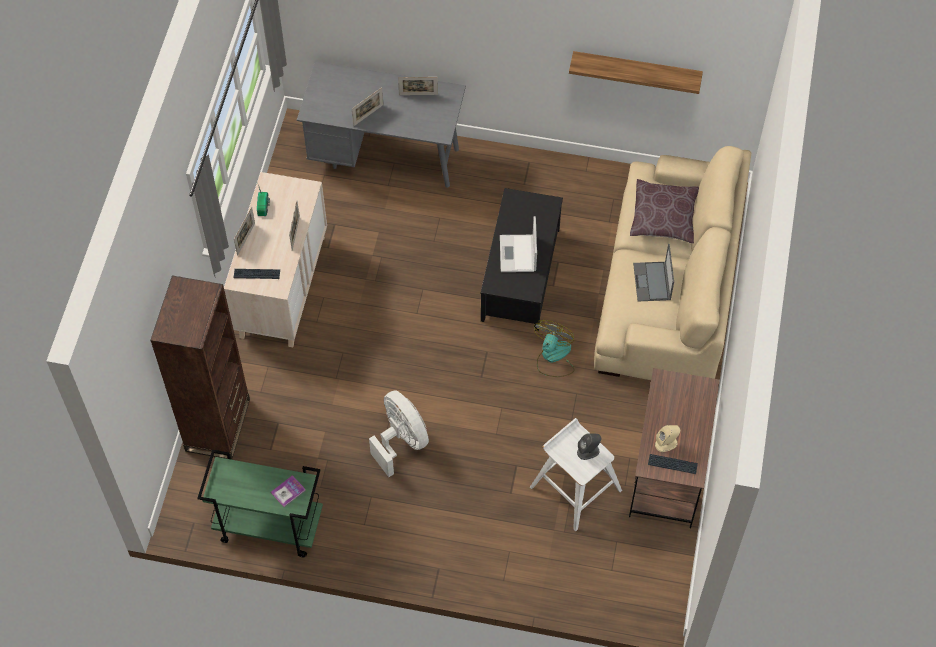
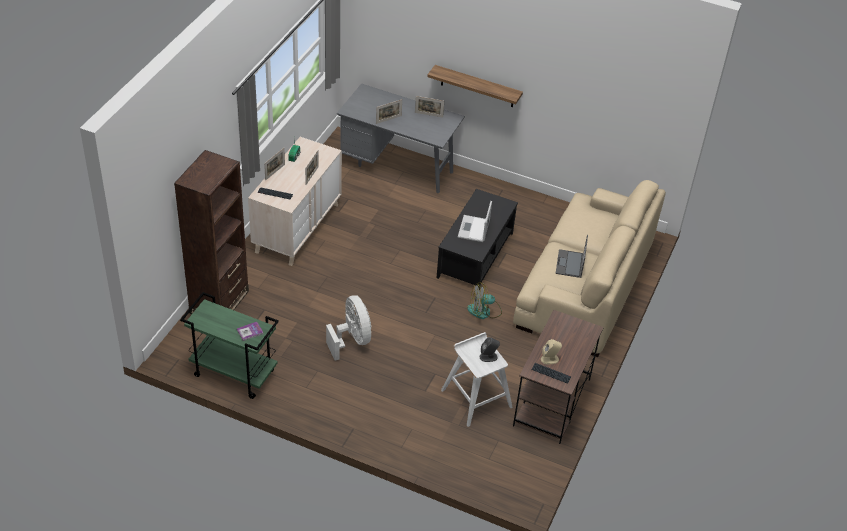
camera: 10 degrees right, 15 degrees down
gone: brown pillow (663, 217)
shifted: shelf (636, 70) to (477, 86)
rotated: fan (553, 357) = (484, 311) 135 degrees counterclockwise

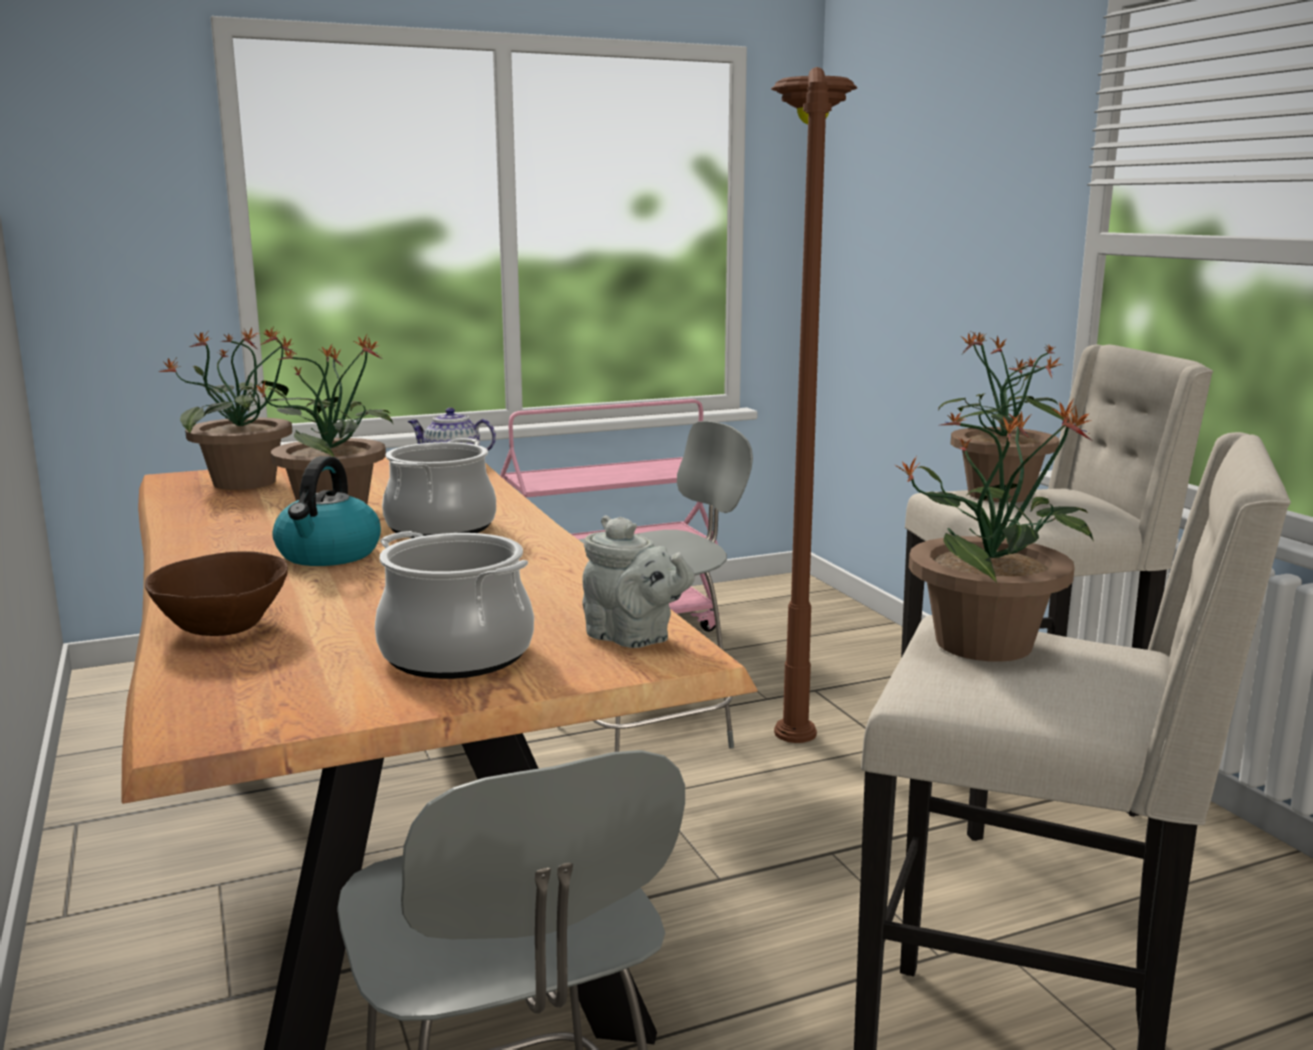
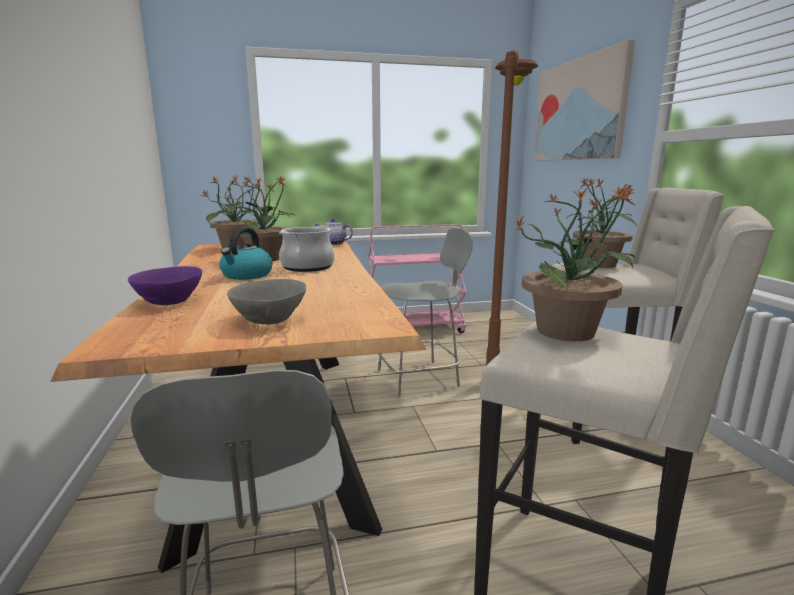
camera: 10 degrees right, 0 degrees up
gone: grey teapot (633, 638)
new: picture (579, 110)
swapped: cooking pot (456, 655) to grey bowl (268, 320)
repainted: brown bowl (221, 627) to purple bowl (169, 301)

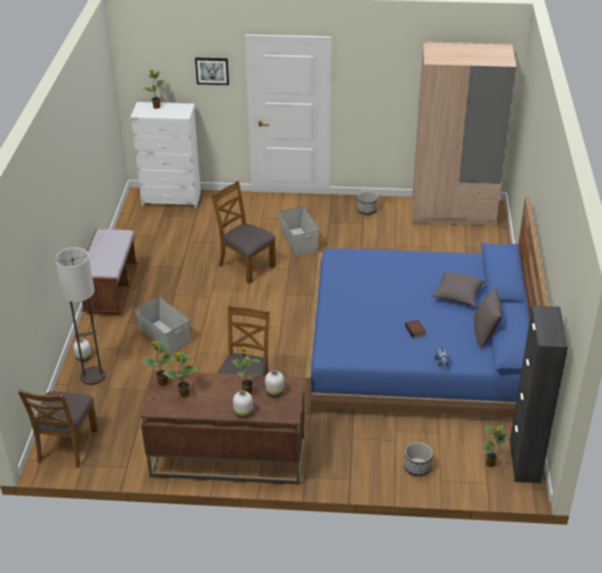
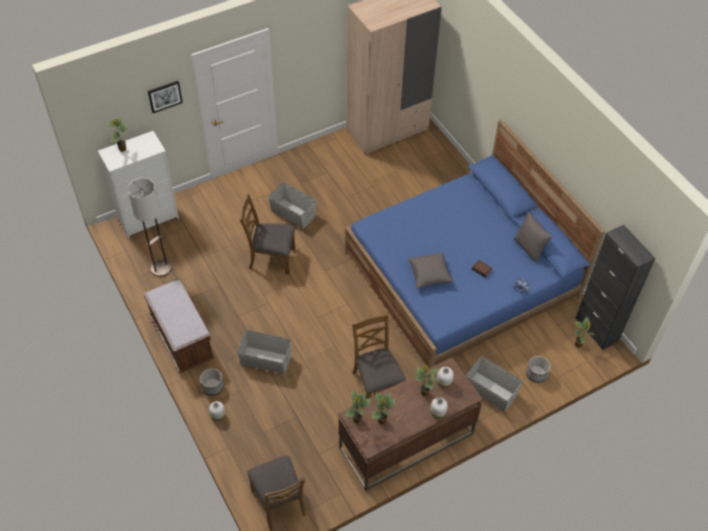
camera: 35 degrees left, 15 degrees up
new: grey storage box (490, 391)
shifted: floor lamp (93, 376) to (161, 268); planter (366, 210) to (212, 387); grey pillow (458, 296) to (430, 275)

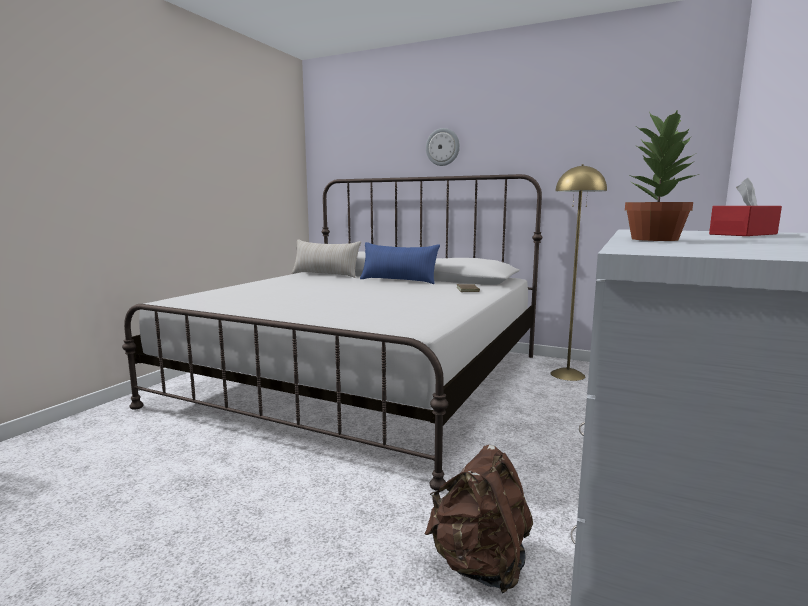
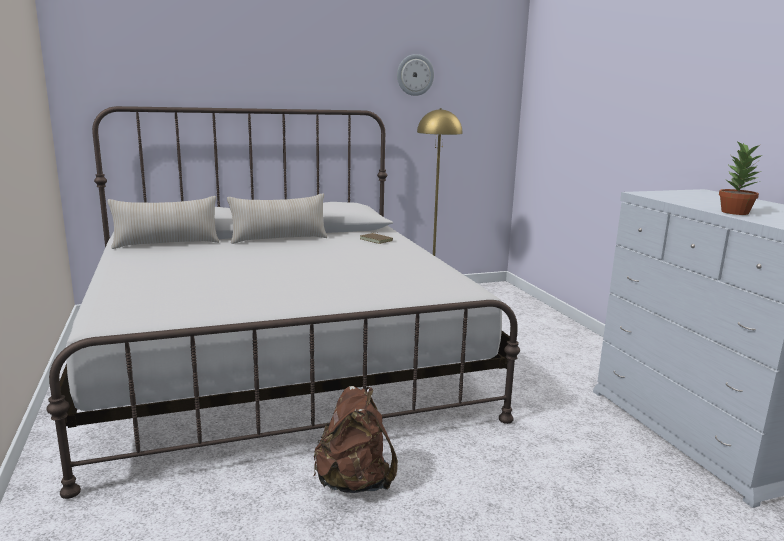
camera: 45 degrees left, 5 degrees up
gone: red tissue box (743, 234)
shifted: brown backpack (480, 564) to (354, 482); wall clock (442, 147) to (415, 75)
repainted: blue pillow (398, 280) to beige pillow (279, 239)

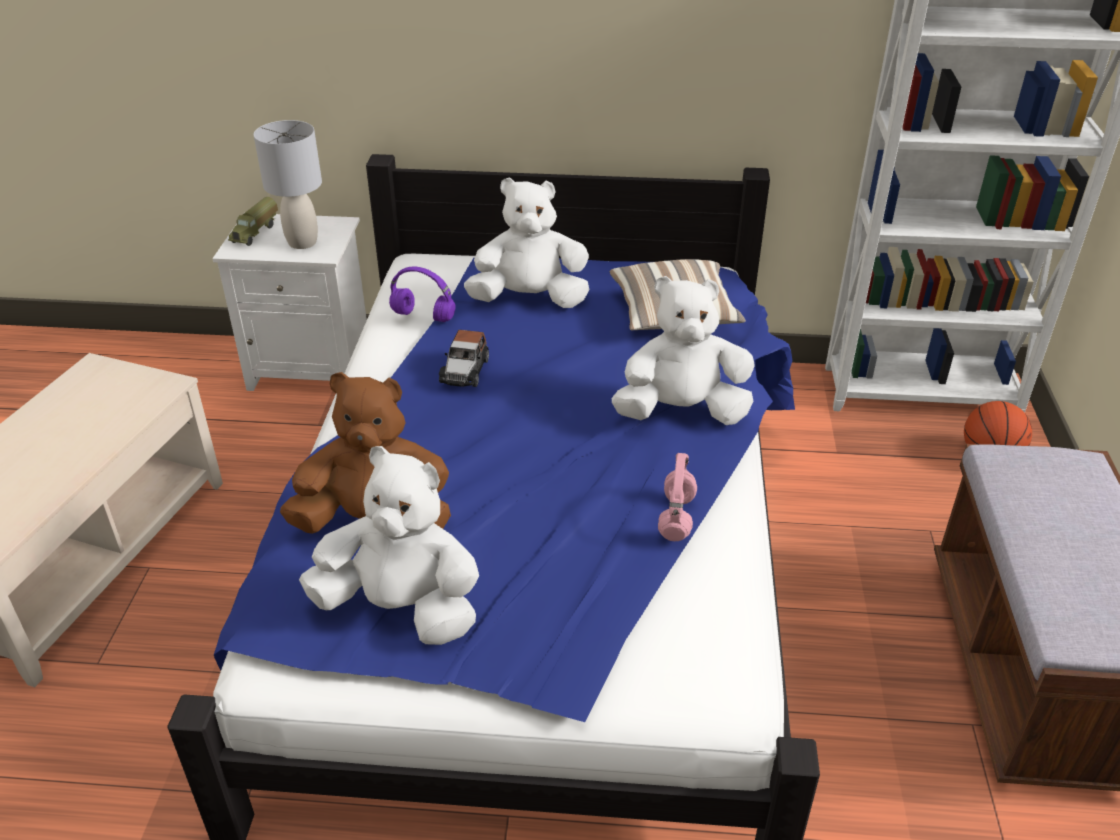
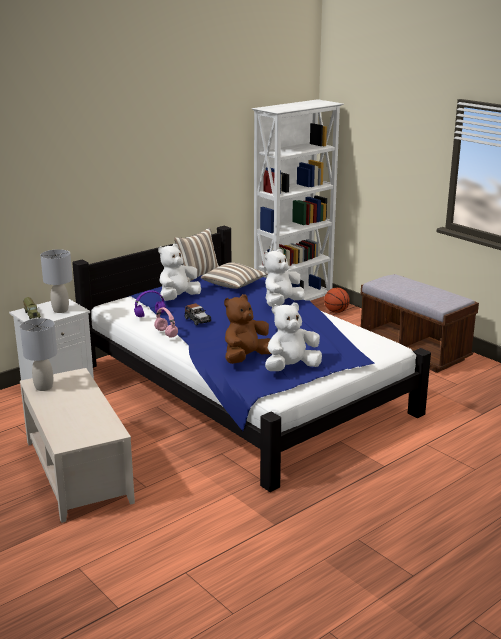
camera: 45 degrees left, 15 degrees down
new: grey table lamp (43, 387); pillow (198, 275)
shifted: pink headphones (677, 518) to (166, 333)

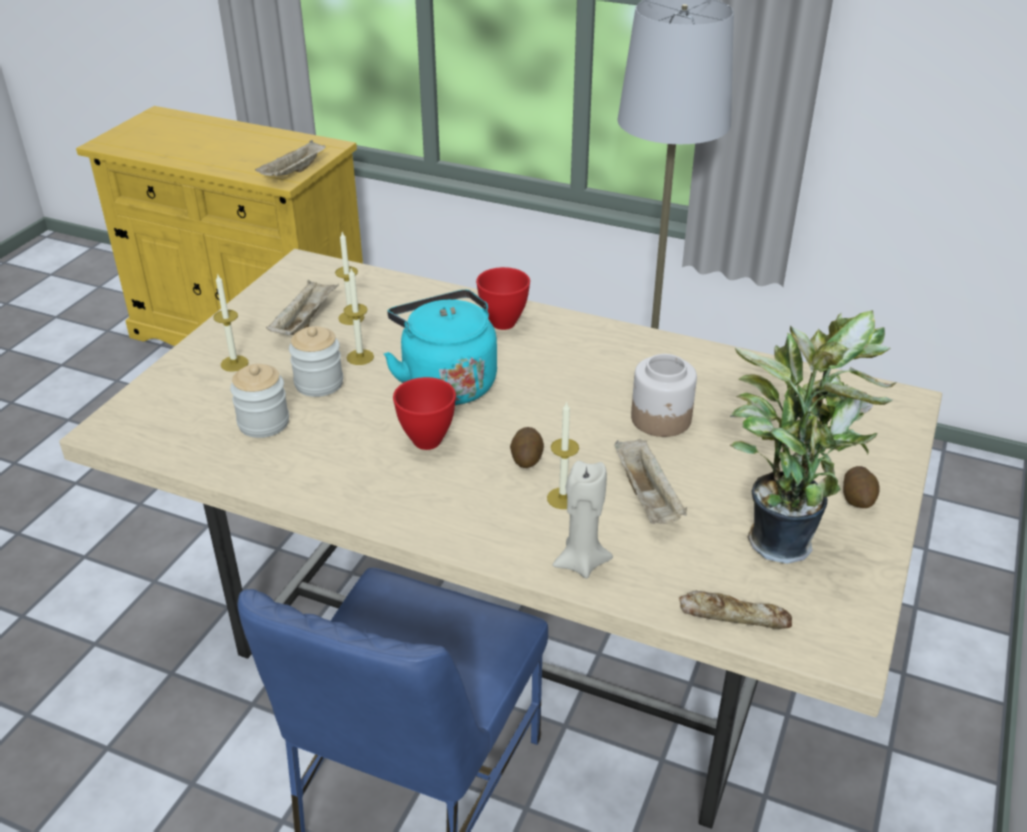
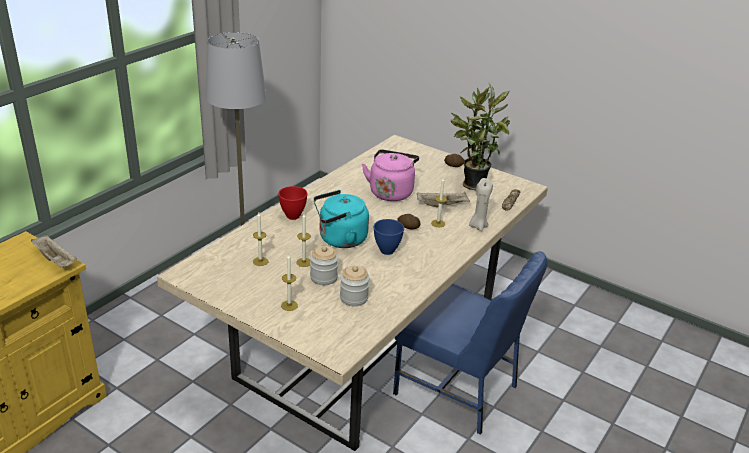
camera: 80 degrees left, 5 degrees down
gone: beige tray (304, 321)
swapped: jar (661, 419) to pink kettle (391, 192)
repainted: red bowl (427, 440) to blue bowl (386, 250)

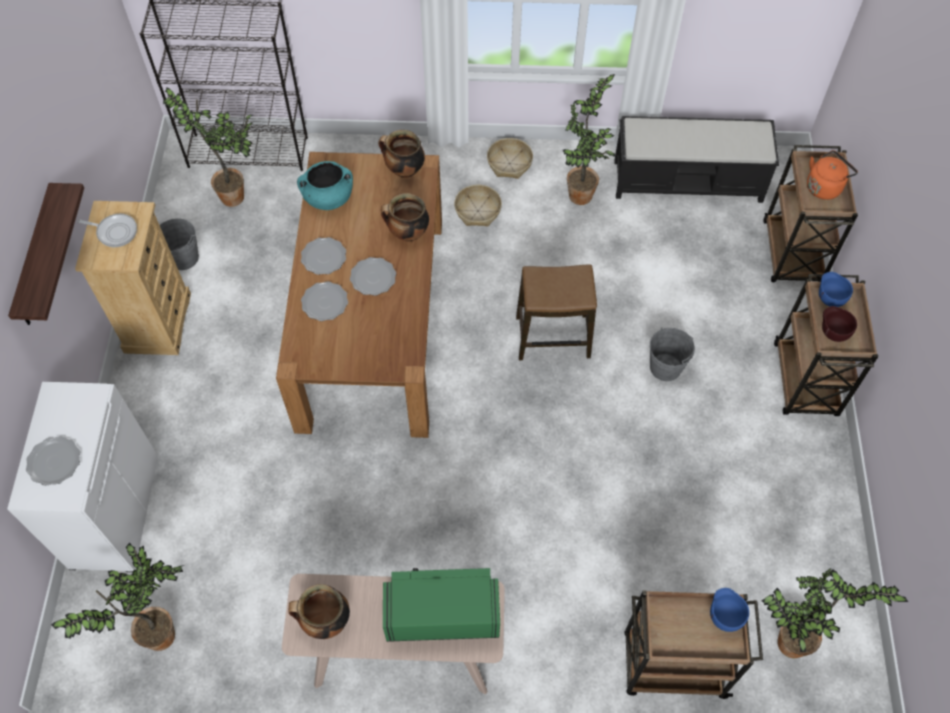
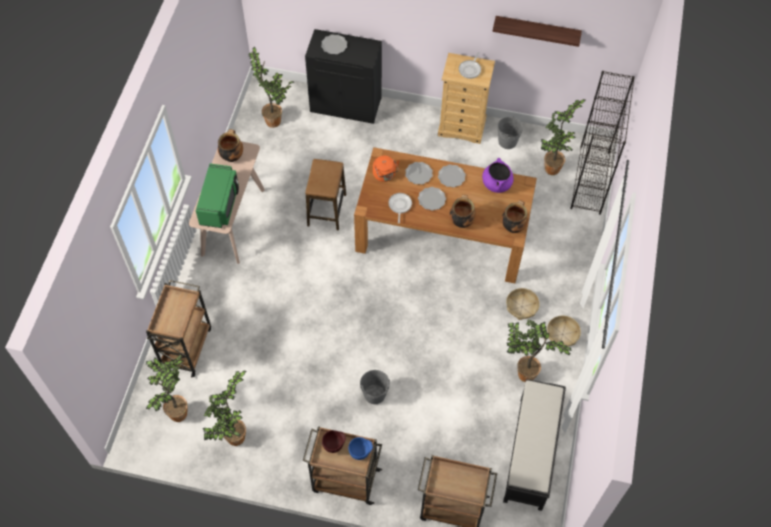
camera: 100 degrees right, 0 degrees up
gone: blue bowl (724, 616)
new: potted plant (235, 440); frying pan (399, 206)
shifted: shelf (36, 258) to (537, 30); stool (552, 337) to (326, 210); orange kettle (824, 186) to (385, 175)
repainted: white cabinet (113, 511) to black cabinet (346, 104); turquoise cooking pot (328, 198) to purple cooking pot (496, 184)

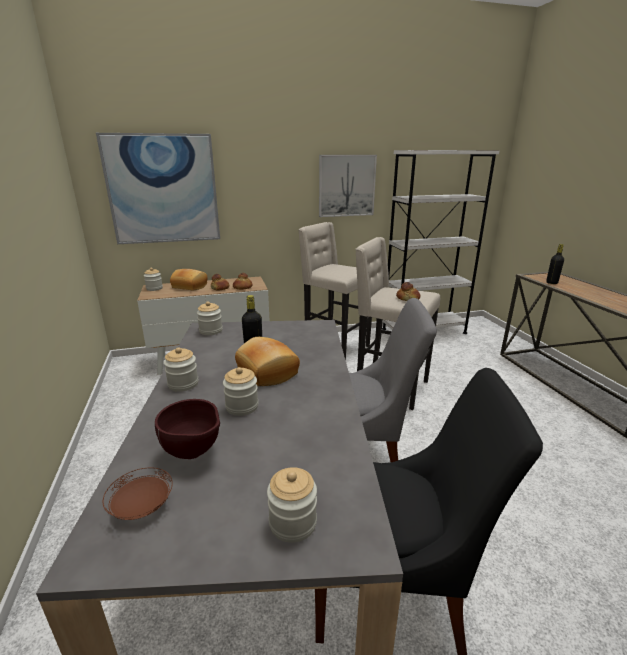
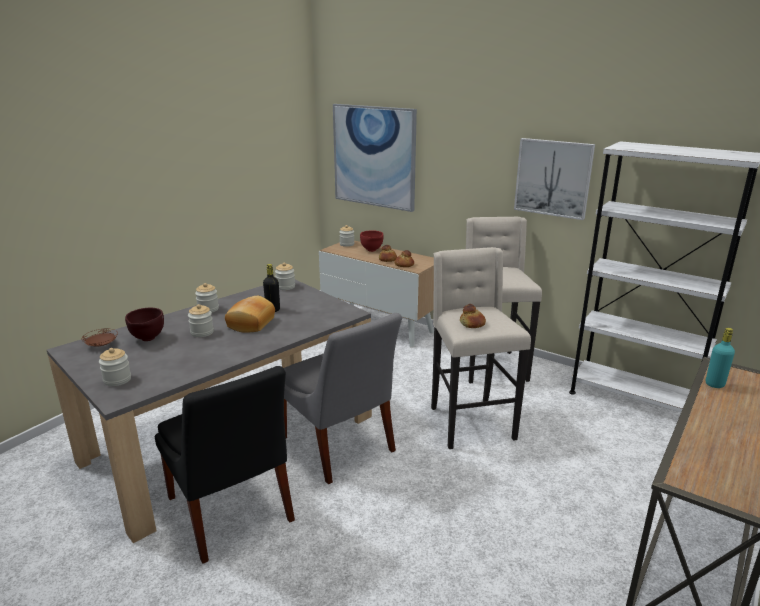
camera: 50 degrees right, 0 degrees up
swapped: bread (190, 286) to red bowl (372, 250)
repainted: black bottle (551, 282) to turquoise bottle (714, 384)

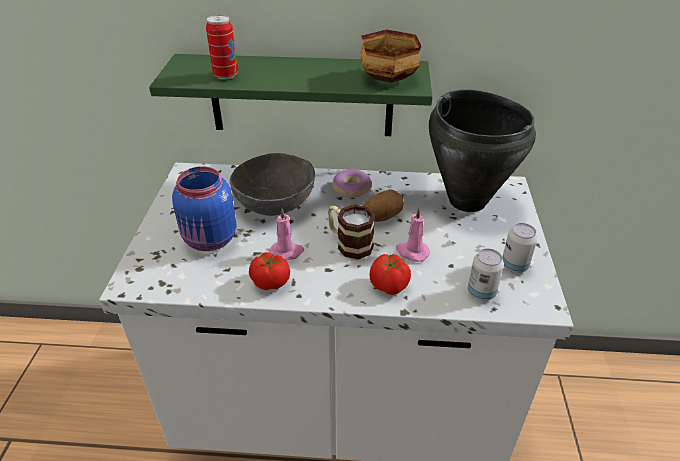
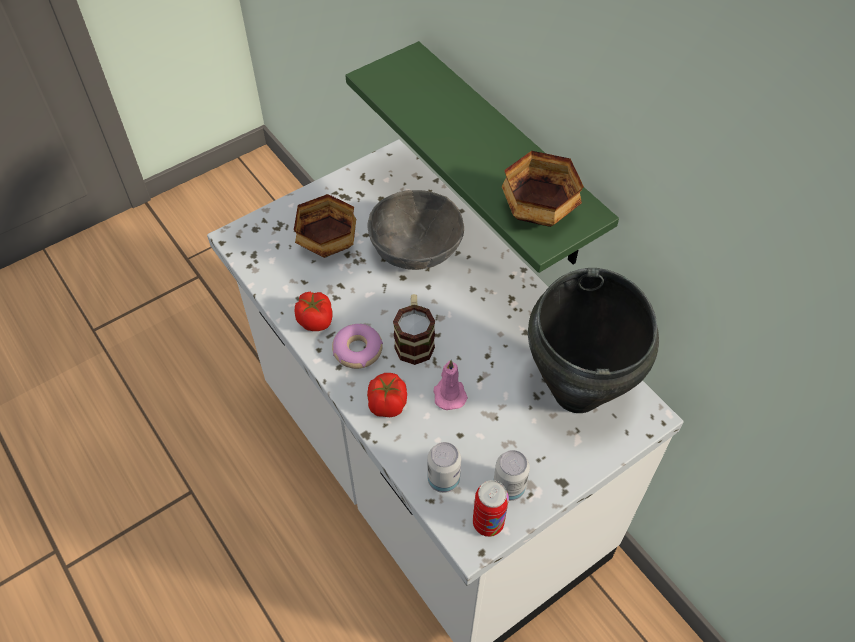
camera: 50 degrees right, 15 degrees up
gone: pink candle (287, 252); potato (381, 217)
shifted: can (225, 75) to (488, 523); donut (351, 188) to (357, 350)
swapped: blue jar (210, 240) to bowl (326, 244)

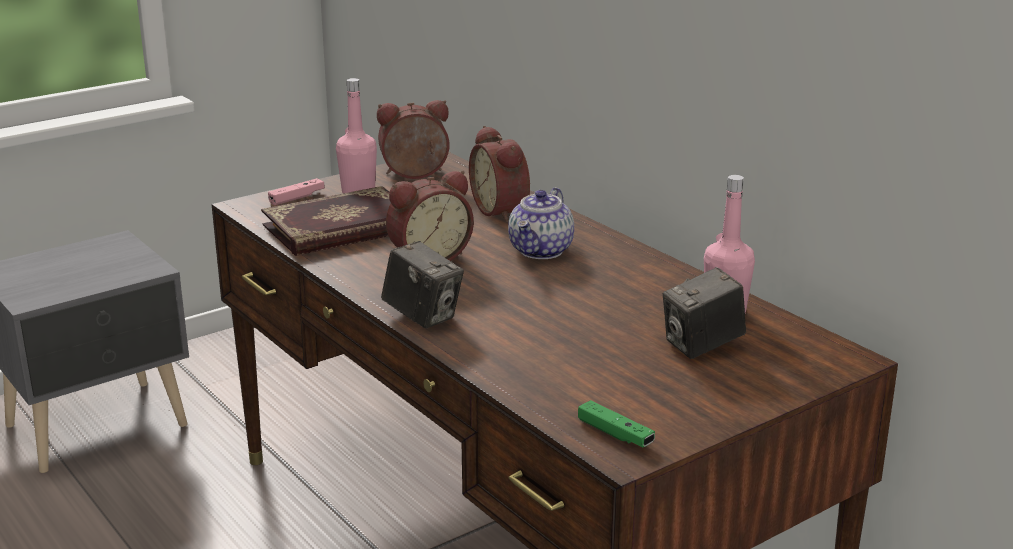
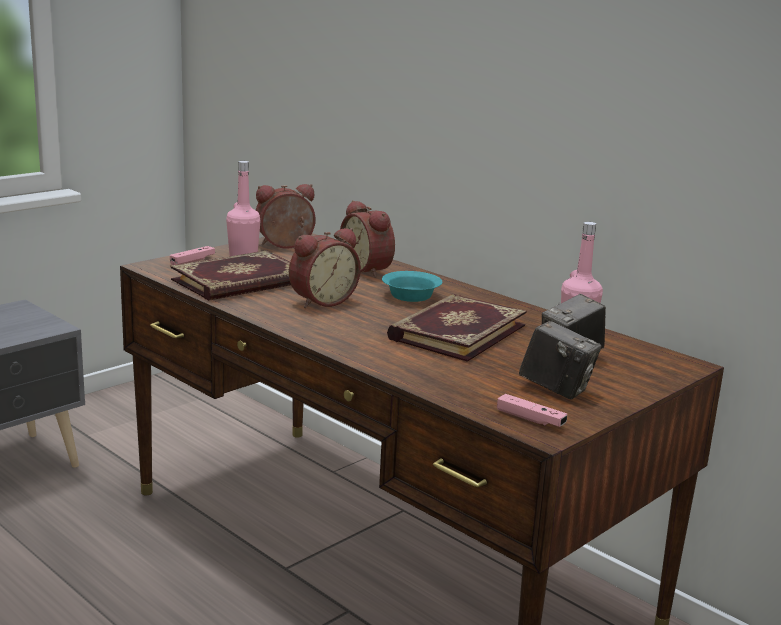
camera: 10 degrees left, 5 degrees down
new: book (456, 331)
shifted: photo camera (423, 316) to (556, 389)
swapped: teapot (541, 251) to turquoise bowl (412, 296)
repainted: green game controller (615, 434) to pink game controller (530, 419)

